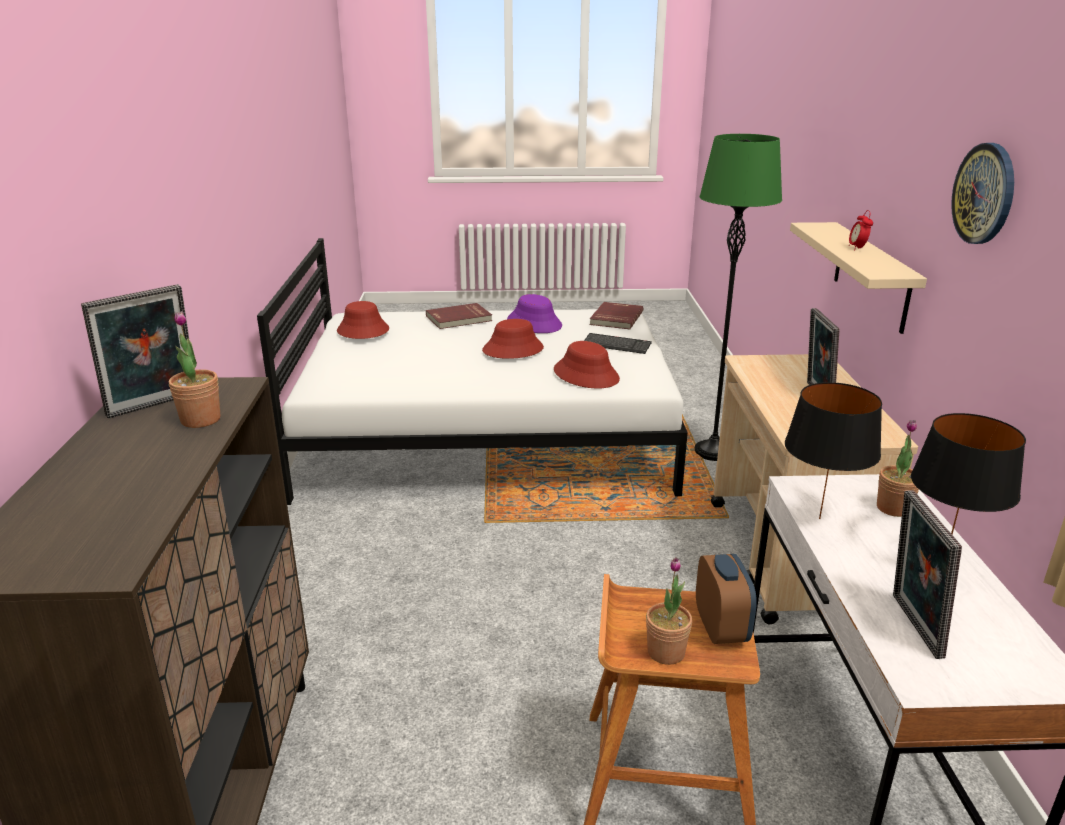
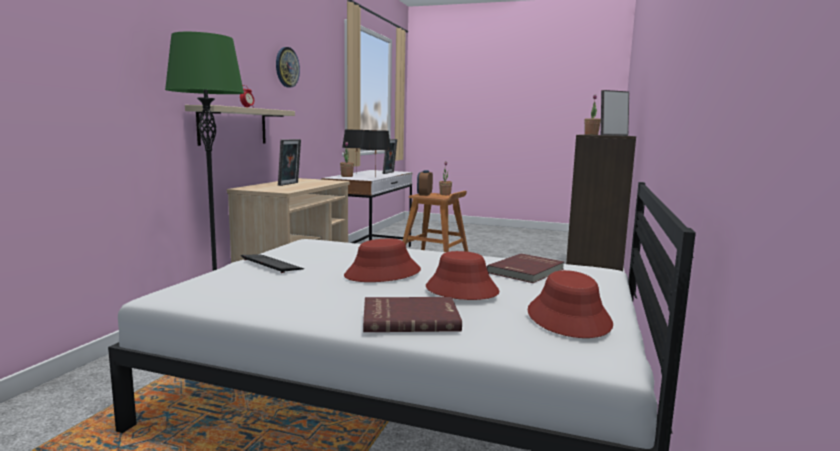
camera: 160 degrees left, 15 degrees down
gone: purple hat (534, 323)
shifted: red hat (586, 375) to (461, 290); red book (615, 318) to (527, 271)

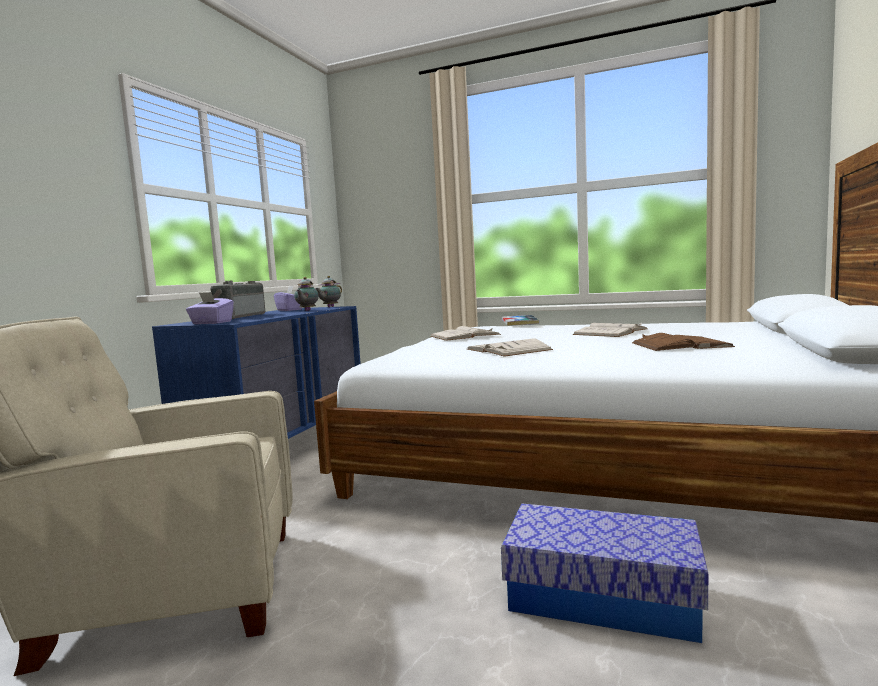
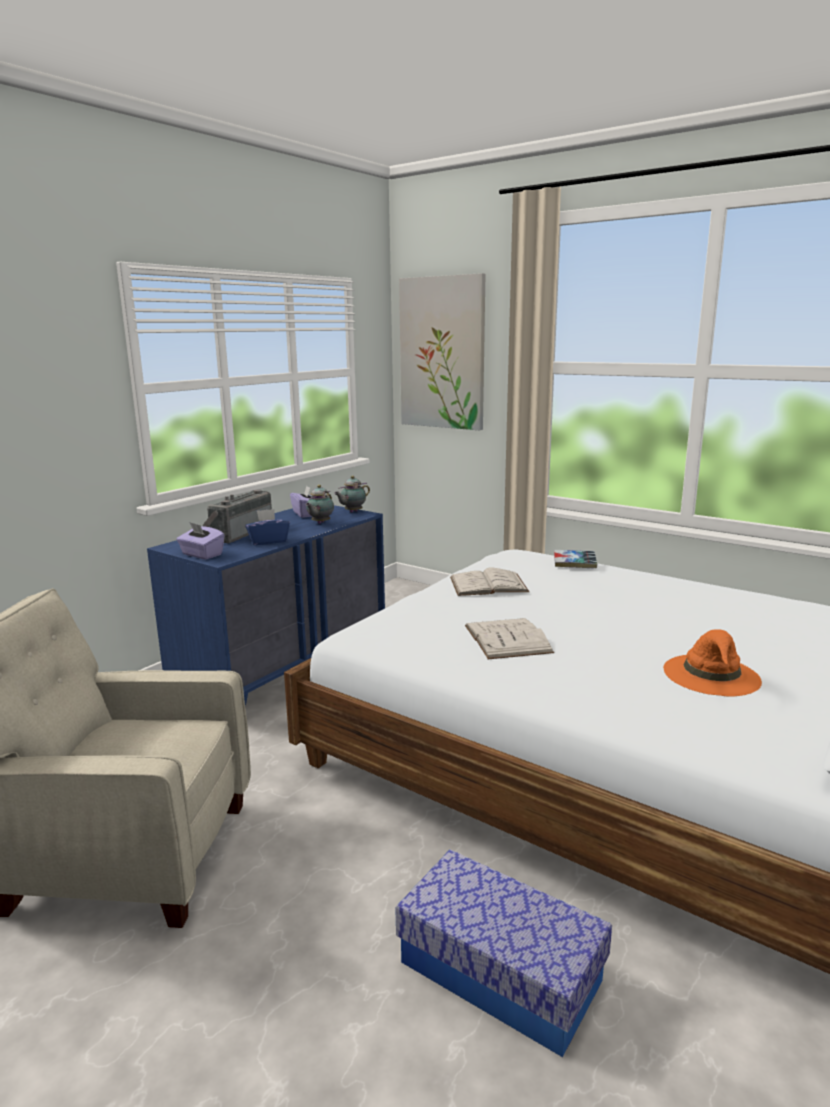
camera: 15 degrees right, 10 degrees up
gone: white book (610, 332)
new: blue tissue box (268, 541); picture (442, 353)
swapped: brown book (680, 345) to orange hat (712, 675)

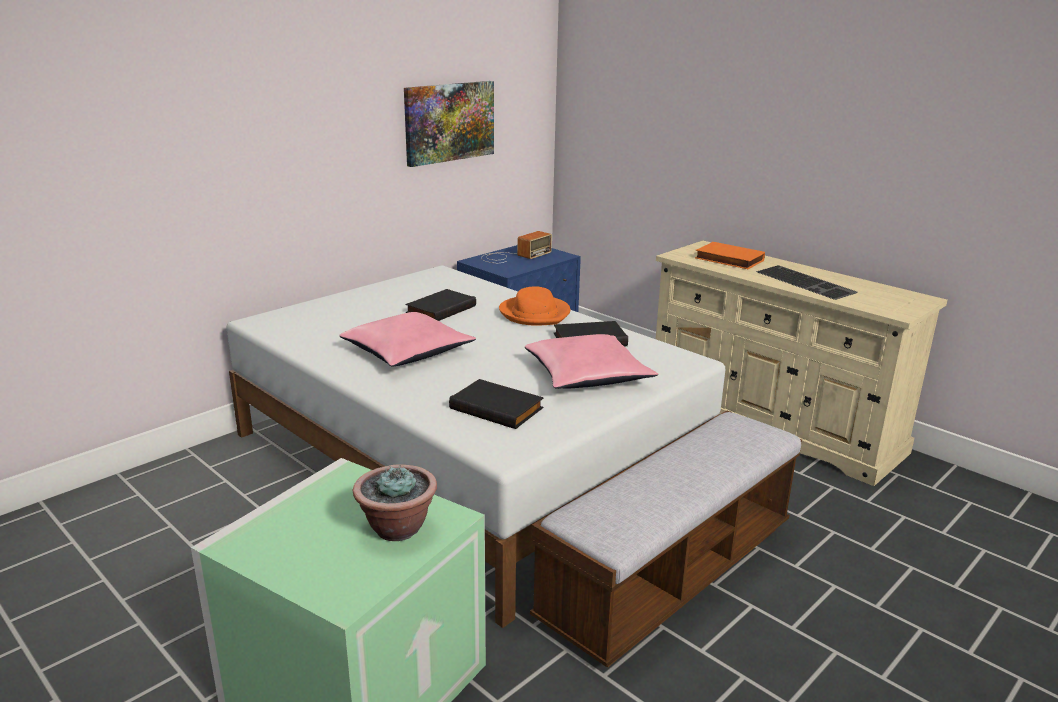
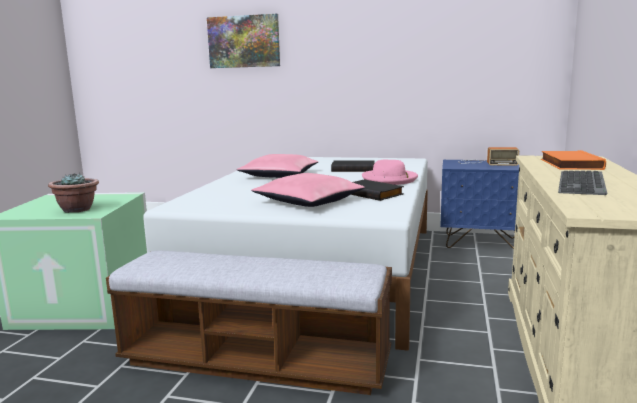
camera: 60 degrees right, 10 degrees down
gone: black book (498, 408)
shifted: picture (449, 122) to (244, 41)
repainted: orange hat (535, 314) to pink hat (389, 180)

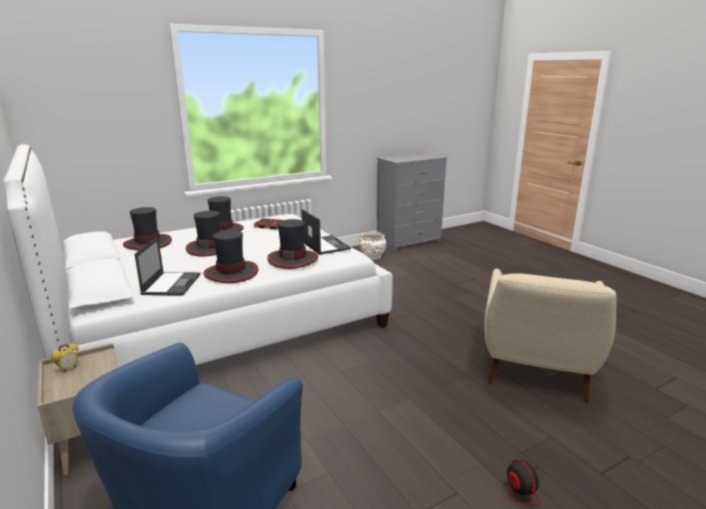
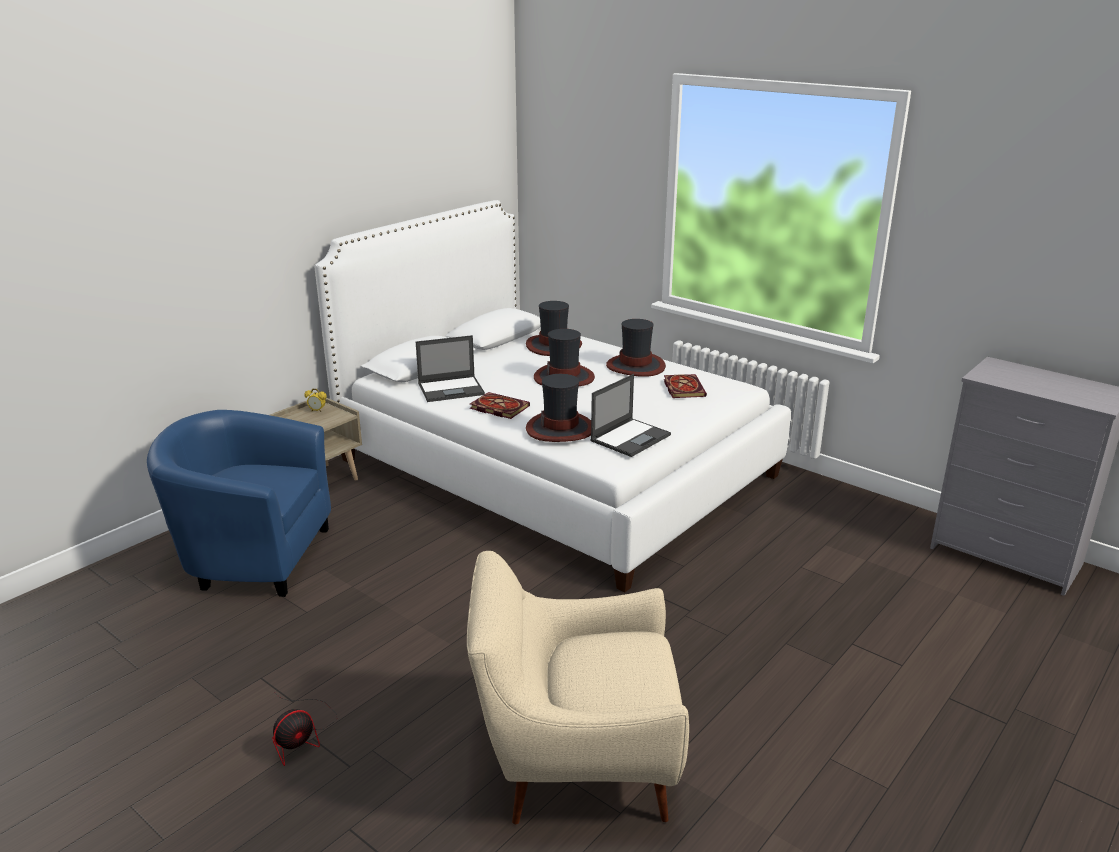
camera: 70 degrees right, 5 degrees up
gone: white planter (372, 256)
swapped: hat (231, 273) to book (497, 408)

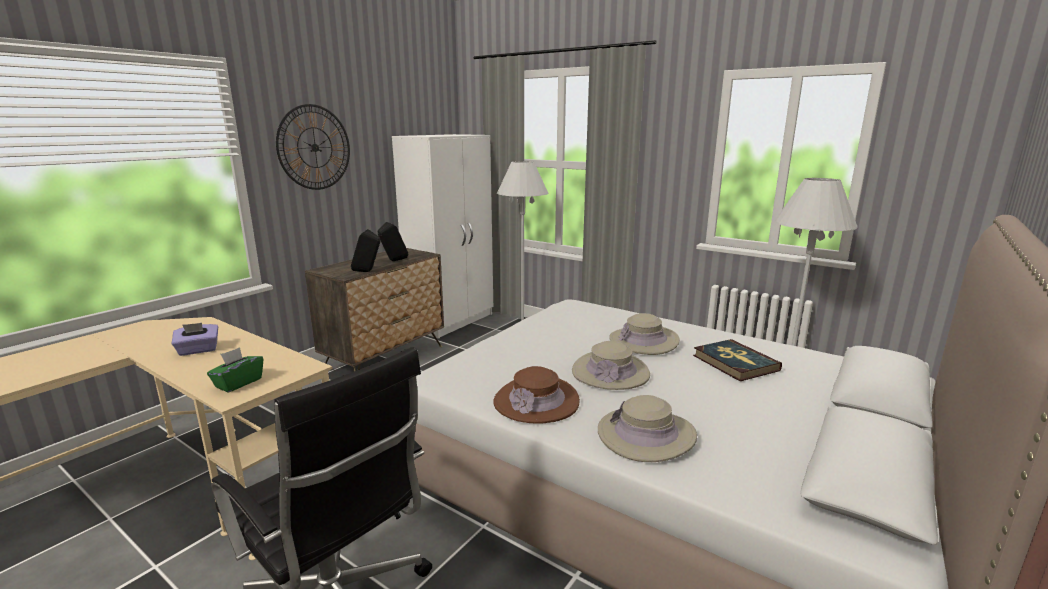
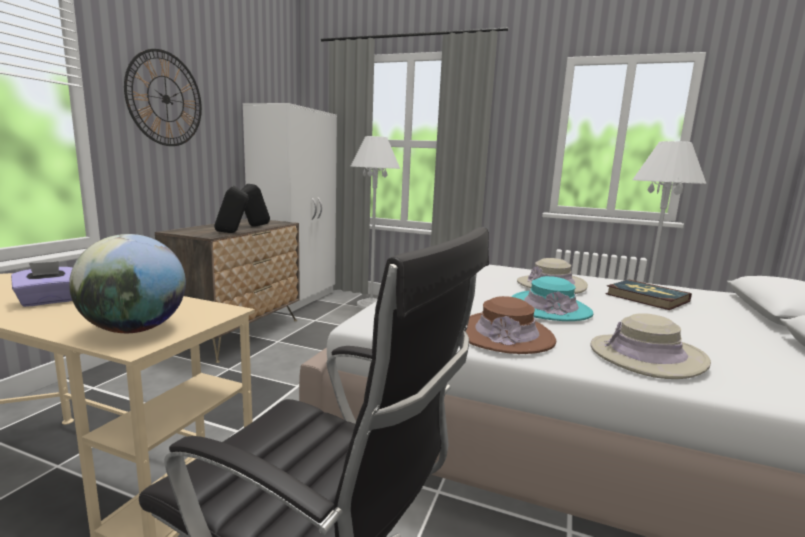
camera: 15 degrees left, 5 degrees down
swapped: green tissue box (238, 383) to globe (135, 330)
repainted: beige hat (610, 372) to turquoise hat (549, 308)

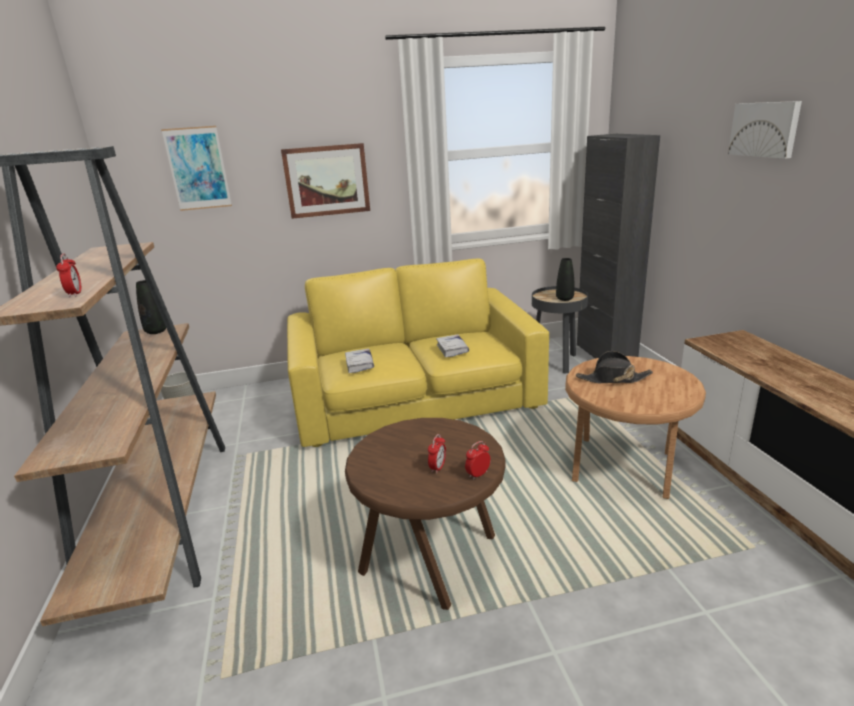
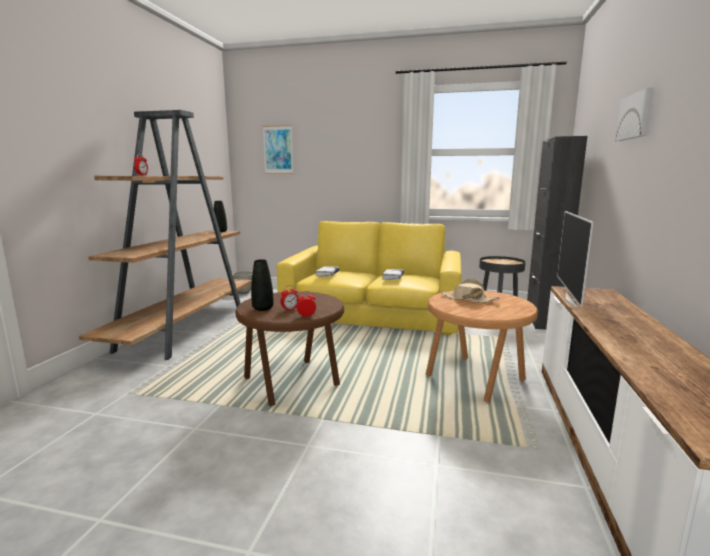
camera: 25 degrees right, 10 degrees down
gone: picture (326, 180)
new: television (572, 300)
shifted: black vase (564, 299) to (263, 308)
repainted: black hat (613, 379) to beige hat (468, 299)

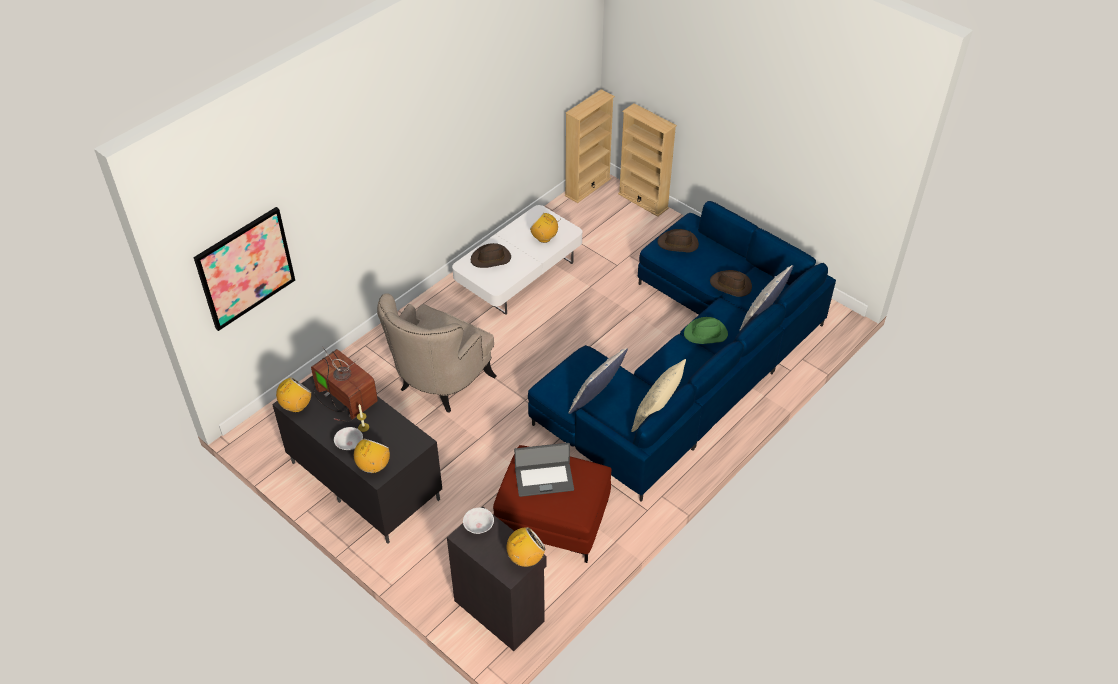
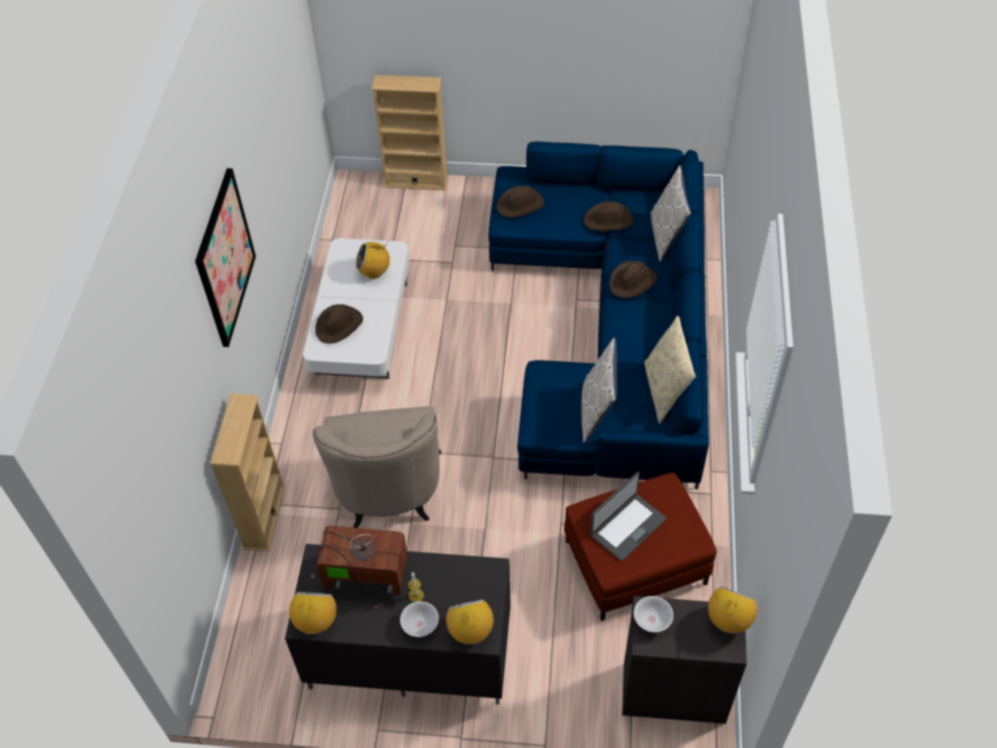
camera: 35 degrees left, 5 degrees up
shifted: picture (245, 268) to (224, 258); beige bookcase (587, 187) to (264, 516)
repainted: green hat (706, 334) to brown hat (632, 282)

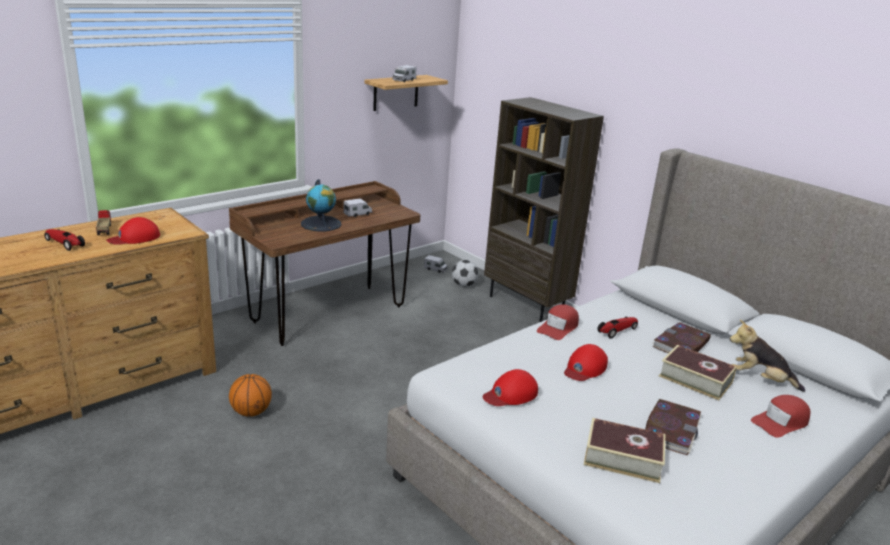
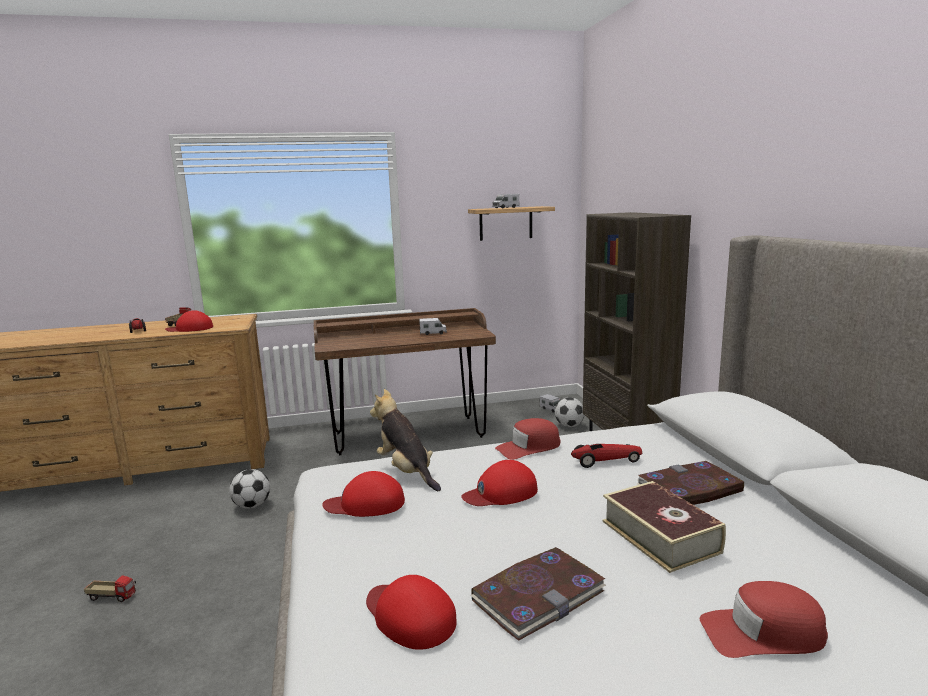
camera: 30 degrees right, 10 degrees down
gone: globe (321, 224)
new: toy truck (112, 597)
shifted: plush toy (759, 380) to (406, 471)
swapped: basketball (251, 412) to football (252, 506); book (622, 458) to red cap (409, 616)

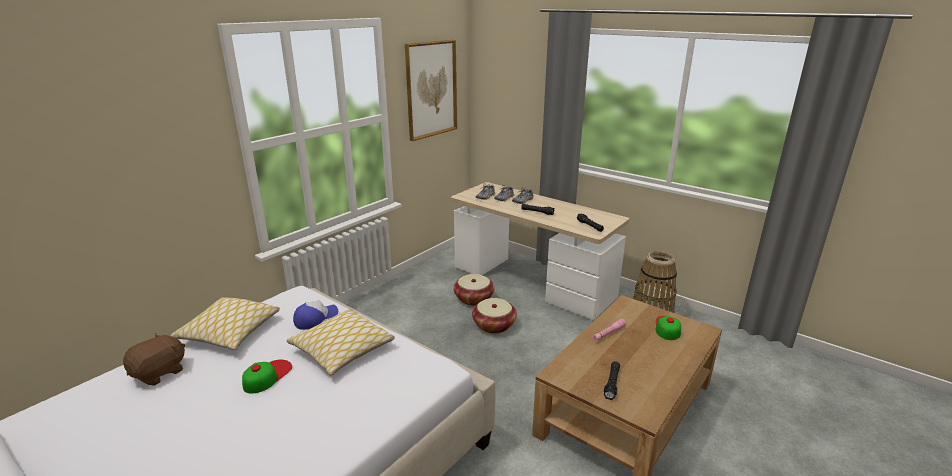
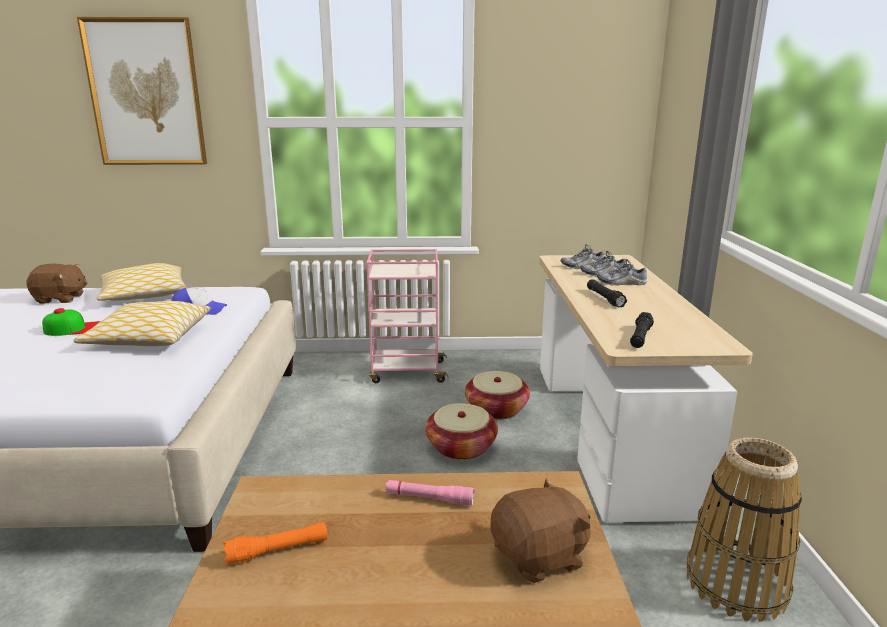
camera: 50 degrees right, 5 degrees down
new: pink cart (406, 372)
shifted: picture (431, 89) to (146, 93)
swapped: cap (667, 327) to brown plush toy (540, 557)
repainted: black flashlight (612, 384) to orange flashlight (277, 550)

